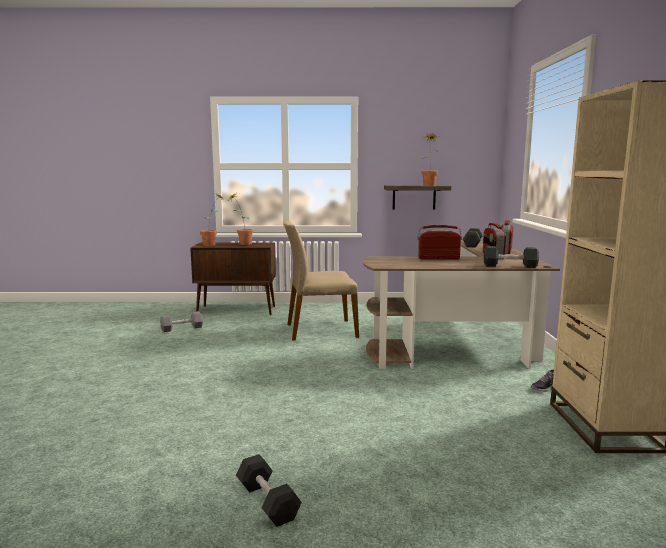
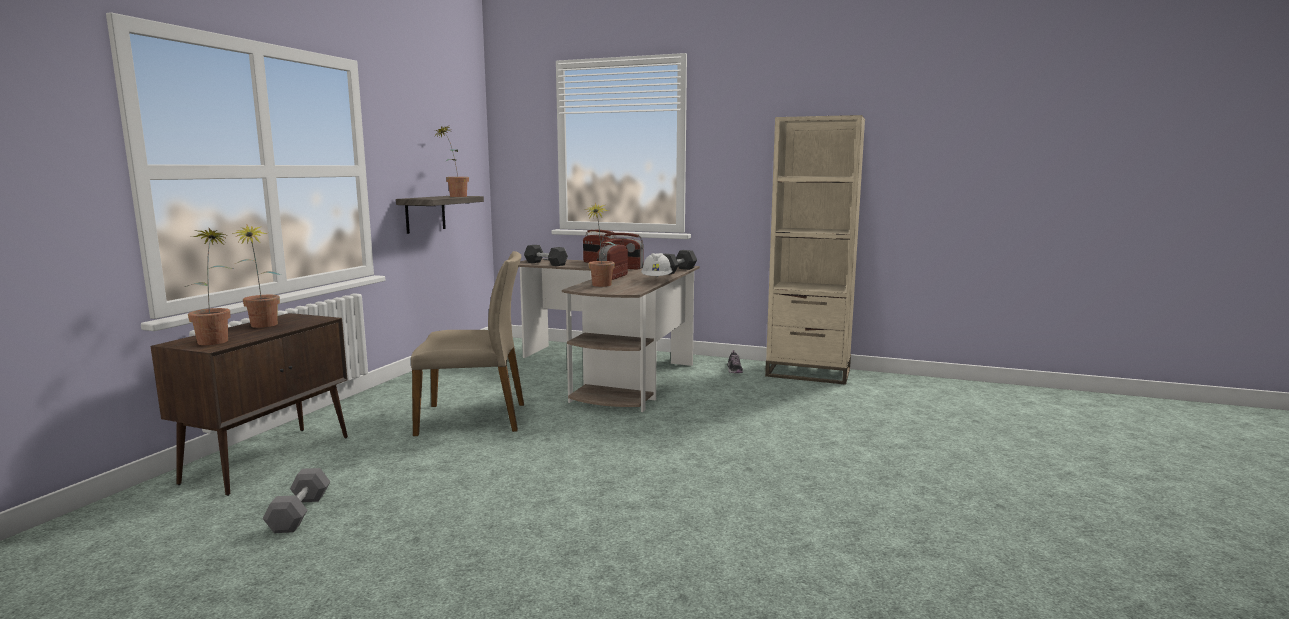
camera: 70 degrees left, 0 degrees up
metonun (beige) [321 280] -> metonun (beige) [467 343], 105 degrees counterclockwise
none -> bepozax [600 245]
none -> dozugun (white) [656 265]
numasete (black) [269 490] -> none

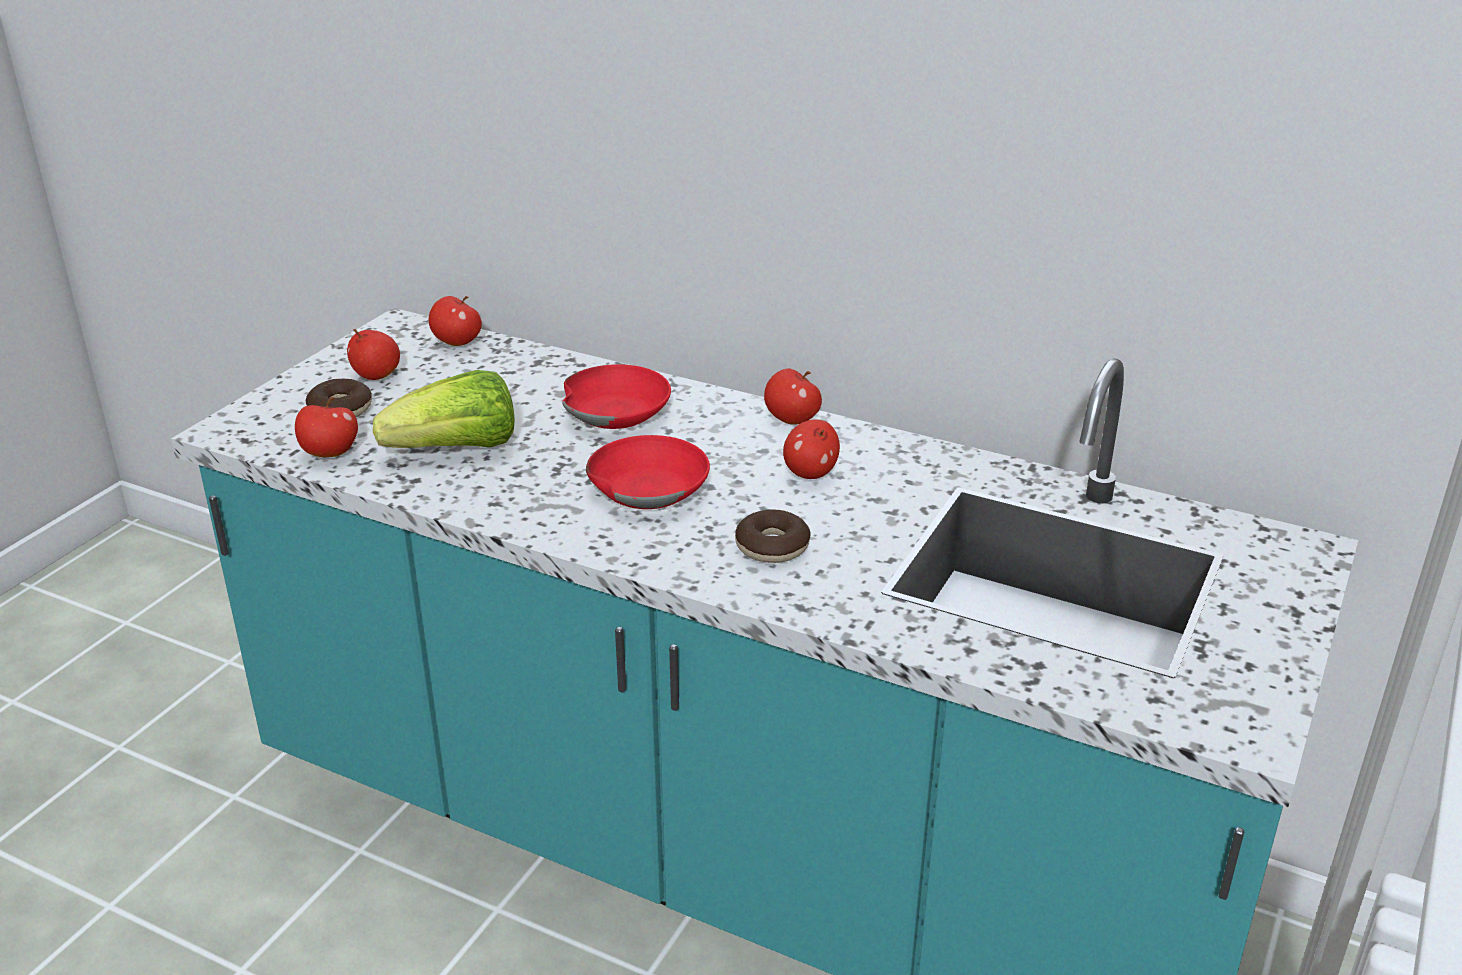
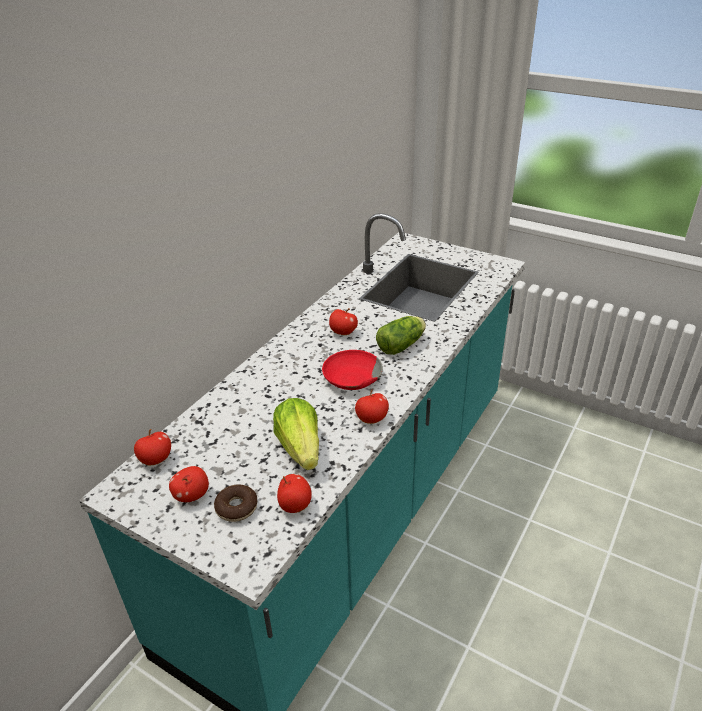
camera: 85 degrees left, 5 degrees up
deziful [793 397] -> deziful [372 407], relocated
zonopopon [773 536] -> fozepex [401 335]
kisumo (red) [616 396] -> none

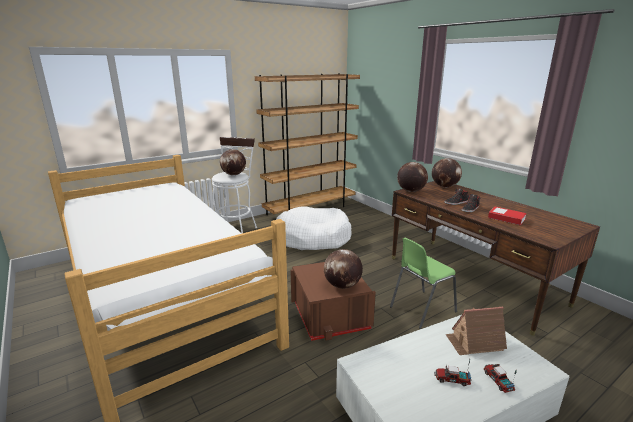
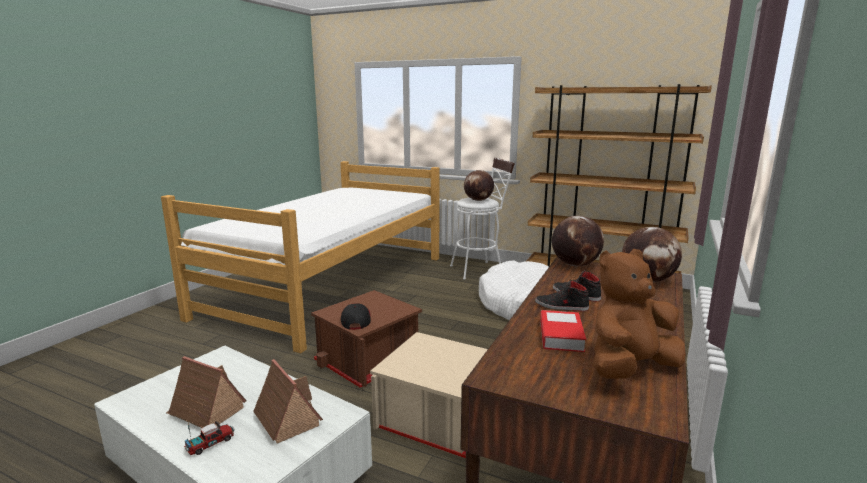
camera: 60 degrees right, 5 degrees down
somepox [452 373] -> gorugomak [206 392]
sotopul [343 269] -> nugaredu [356 316]
metonun (green) [423 283] -> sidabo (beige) [429 395]
none -> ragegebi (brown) [640 314]

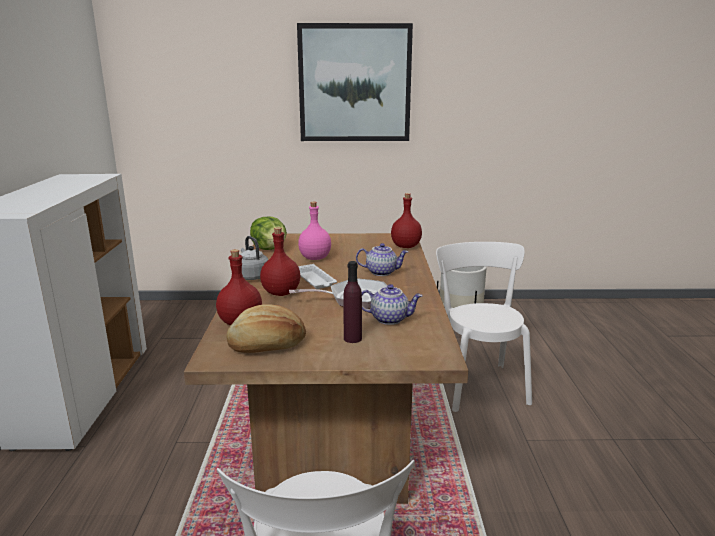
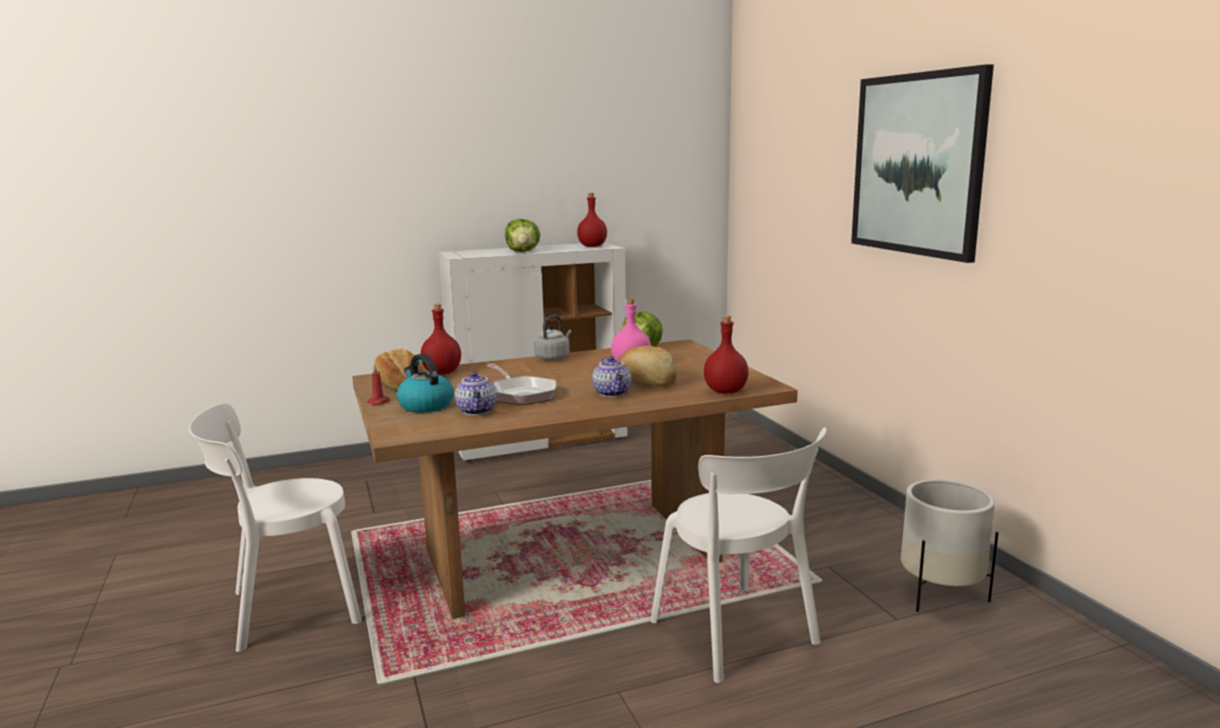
camera: 70 degrees right, 5 degrees down
none -> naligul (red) [379 385]
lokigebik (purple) [352 302] -> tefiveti [425 383]
none -> fozepex [522 235]
lokigebik (red) [280 261] -> lokigebik (red) [592 220], relocated
none -> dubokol [647 366]
metonun (white) [484 327] -> metonun (white) [739 555], 90 degrees clockwise
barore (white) [317 276] -> none

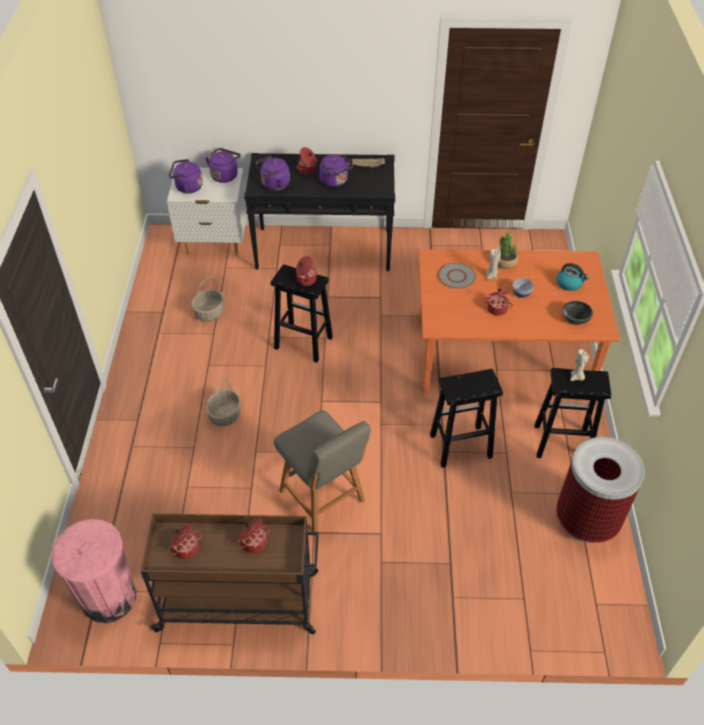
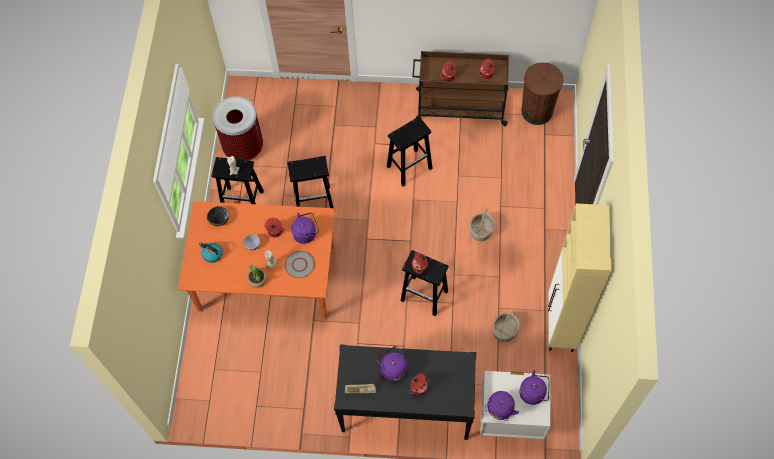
camera: 175 degrees left, 15 degrees up
tefiveti (purple) [273 173] -> tefiveti (purple) [305 228], relocated
metonun (grey) [322 471] -> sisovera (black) [410 152]
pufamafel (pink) [93 571] -> pufamafel (brown) [542 93]
none -> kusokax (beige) [579 278]

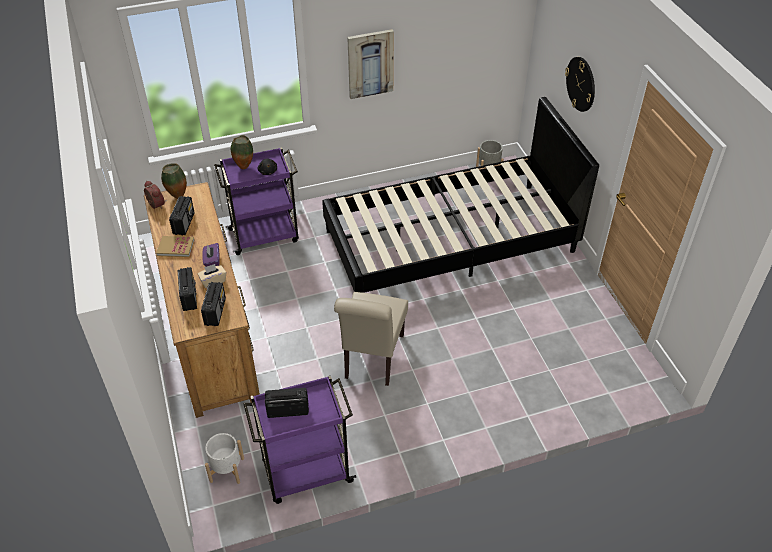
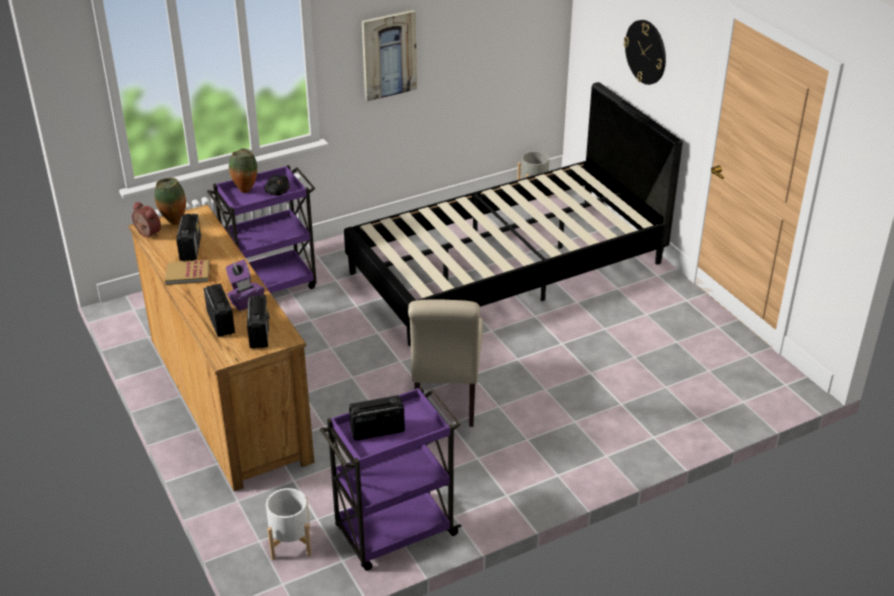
camera: 10 degrees left, 10 degrees down
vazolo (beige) [211 276] -> vazolo (purple) [246 295]

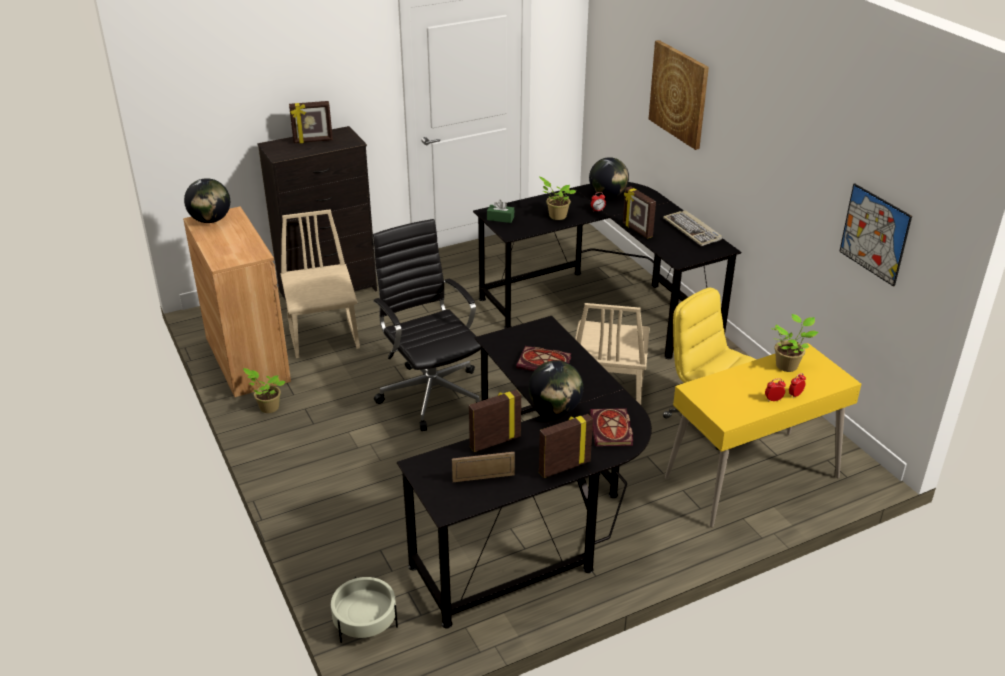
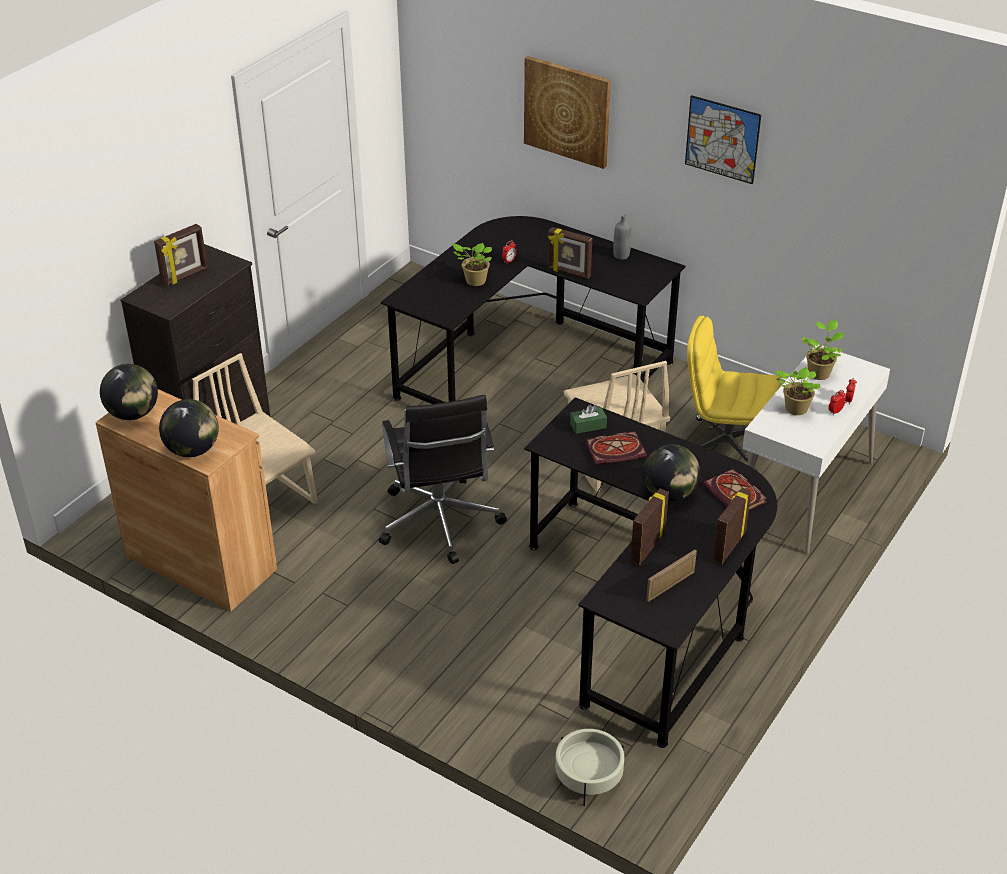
camera: 30 degrees left, 5 degrees up
sotopul [609 177] -> sotopul [189 428], relocated
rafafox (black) [426 325] -> rafafox (black) [443 479], 135 degrees counterclockwise
vazolo (green) [500 211] -> vazolo (green) [588 419], relocated
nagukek [692 228] -> lokigebik (grey) [622 237]
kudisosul [875 235] -> kudisosul [723 139], relocated
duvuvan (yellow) [763 435] -> duvuvan (white) [816 449]
bepozax [264 390] -> bepozax [798 391], relocated

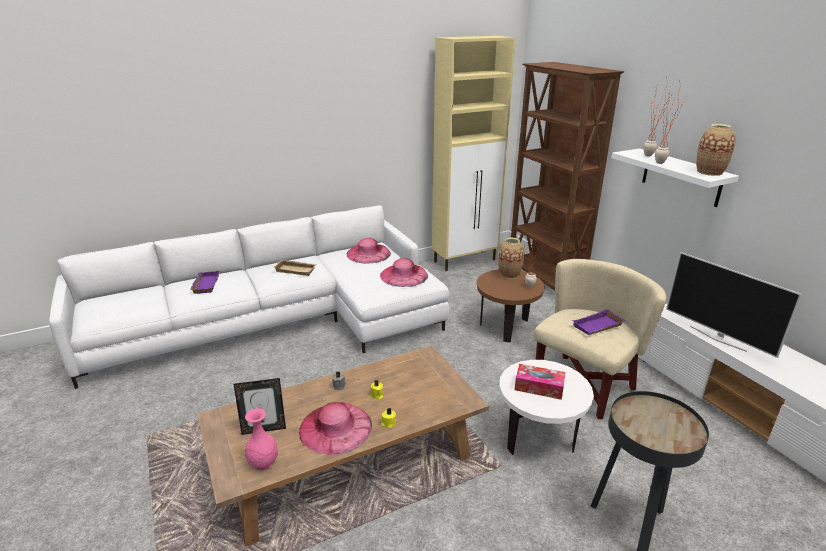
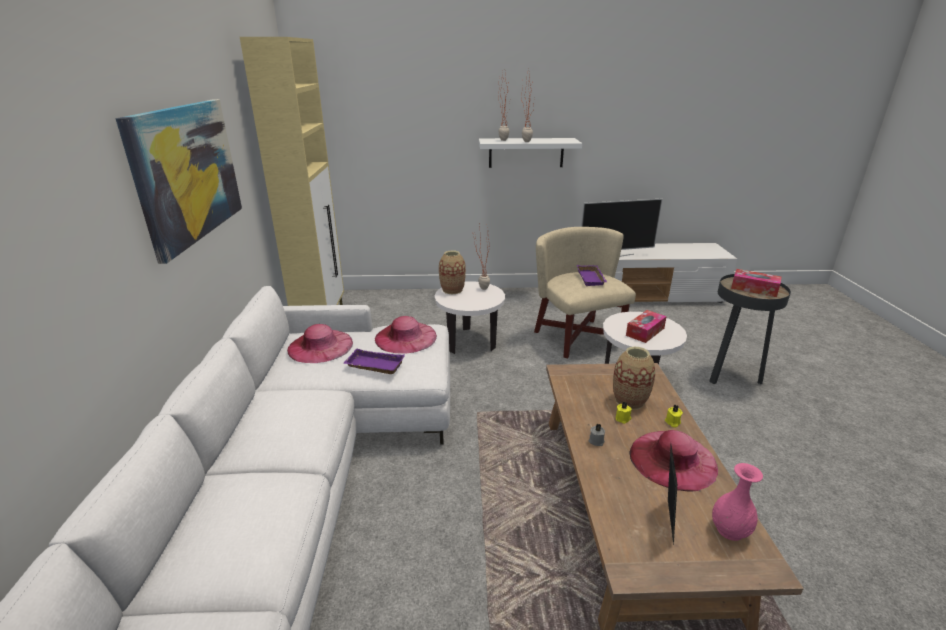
camera: 65 degrees left, 0 degrees up
none -> kudisosul [179 181]
barore (purple) [204 282] -> barore (purple) [374 361], relocated
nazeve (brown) [511 305] -> nazeve (white) [469 317]
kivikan [716 150] -> kivikan [634 378], relocated
none -> vazolo [756 283]
barore (beige) [295 268] -> none
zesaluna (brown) [567 176] -> none

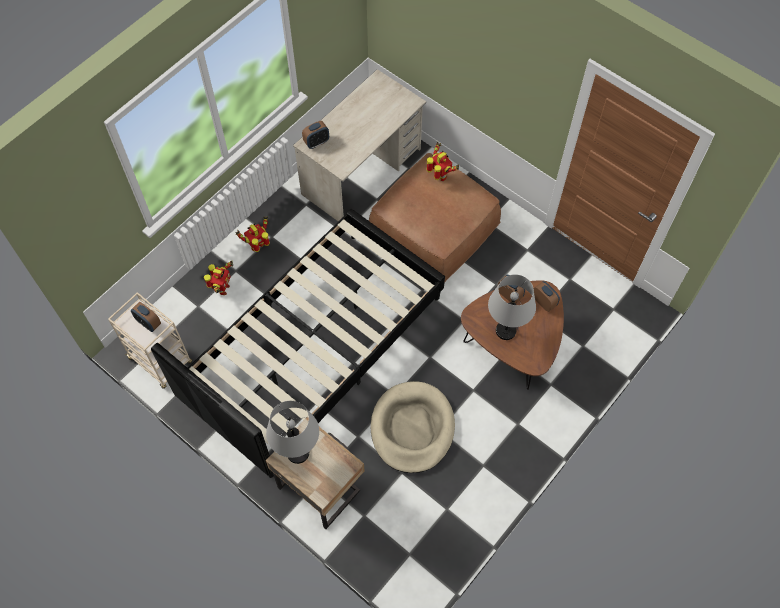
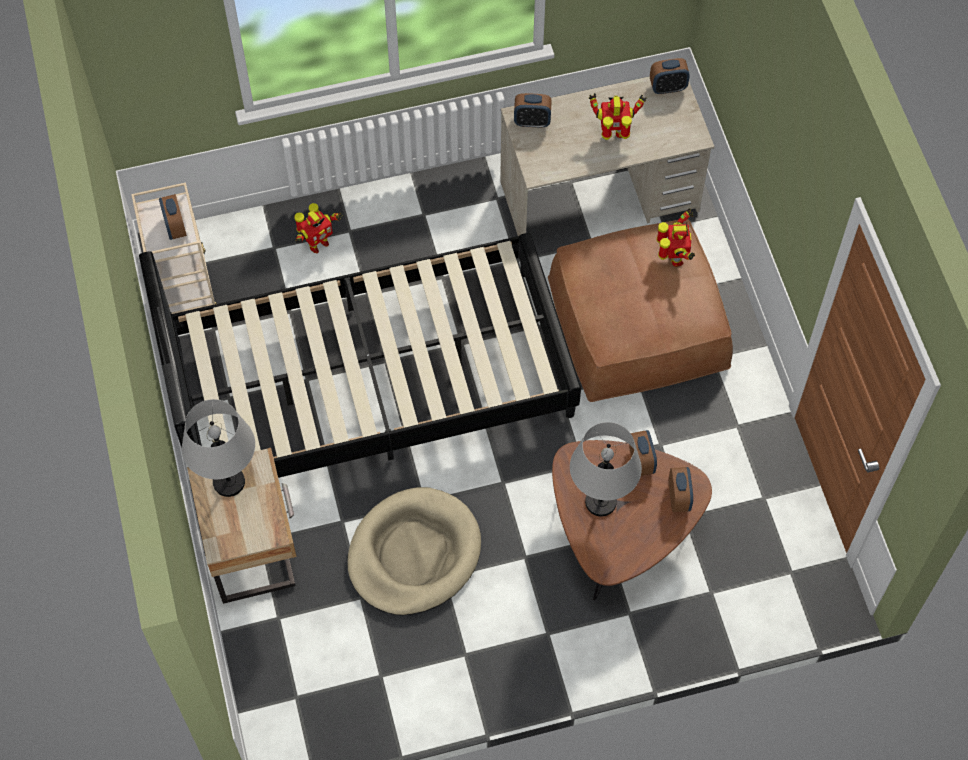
camera: 35 degrees right, 0 degrees up
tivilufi [253 234] -> tivilufi [618 116], relocated
none -> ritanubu [670 76]

